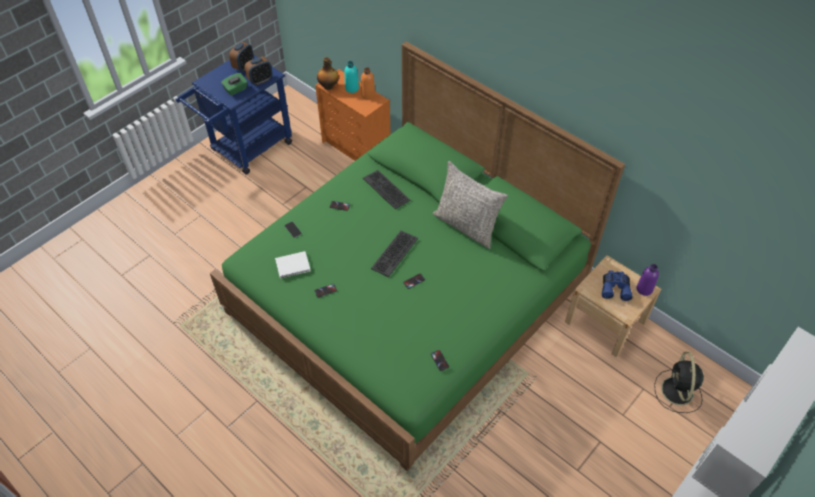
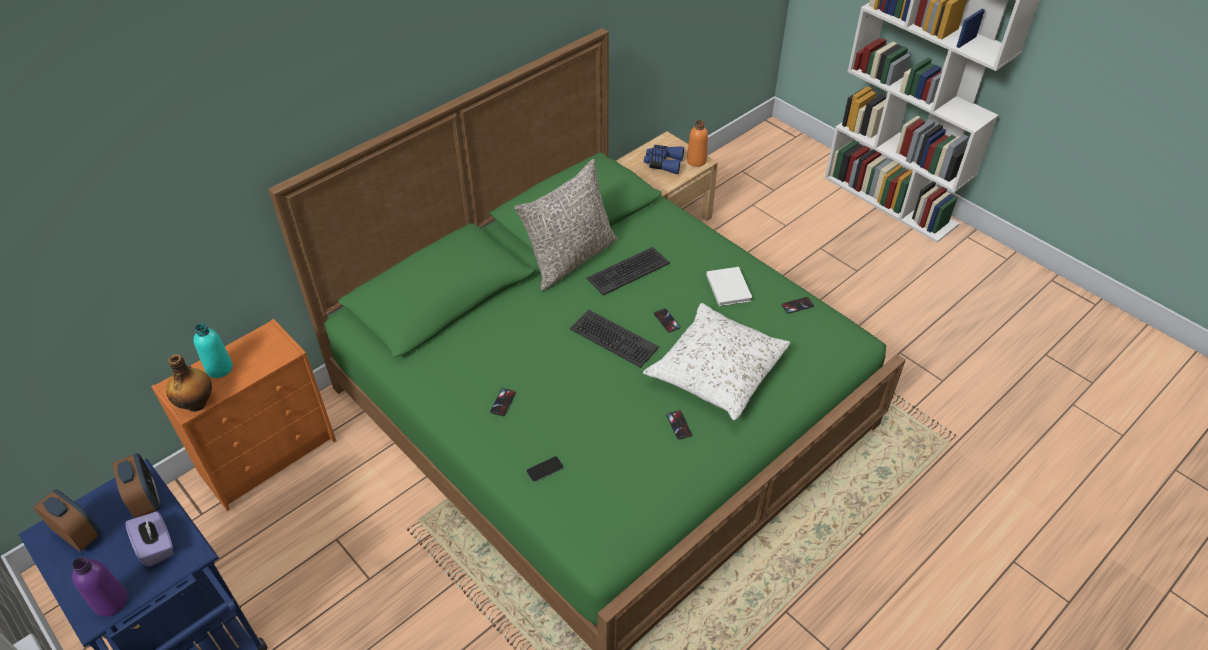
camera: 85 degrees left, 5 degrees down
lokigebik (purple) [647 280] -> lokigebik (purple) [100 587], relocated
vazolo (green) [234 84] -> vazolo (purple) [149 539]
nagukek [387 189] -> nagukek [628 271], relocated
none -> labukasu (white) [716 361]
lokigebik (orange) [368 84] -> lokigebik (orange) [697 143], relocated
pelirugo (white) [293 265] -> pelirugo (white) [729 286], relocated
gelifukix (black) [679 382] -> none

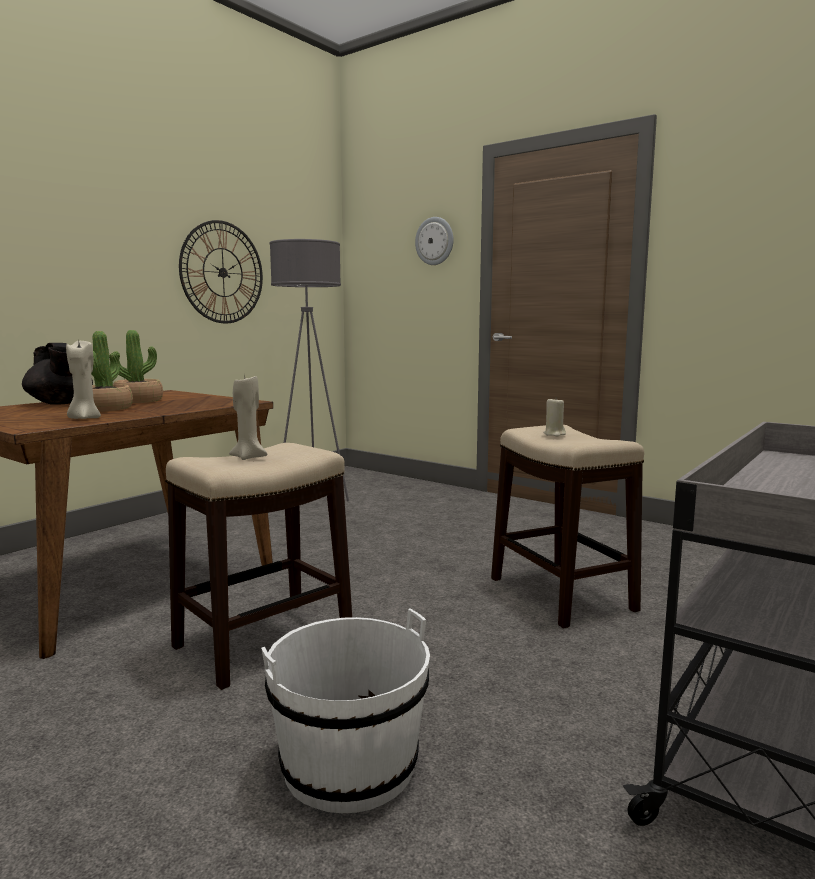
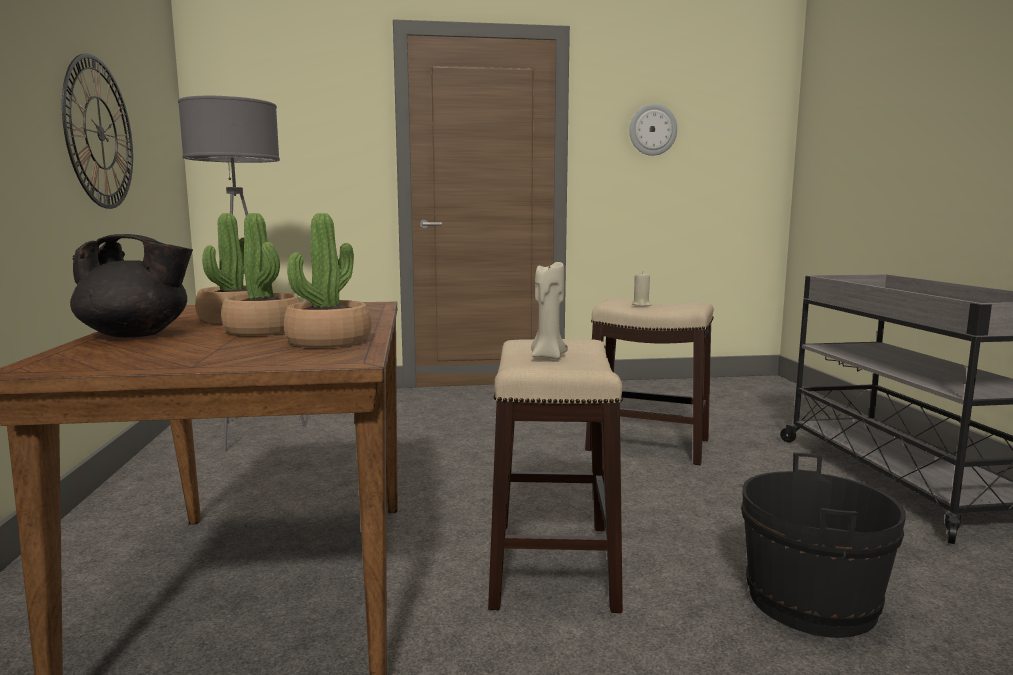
camera: 45 degrees left, 0 degrees up
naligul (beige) [83 378] -> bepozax [327 280]
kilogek [434 241] -> kilogek [653 130], relocated
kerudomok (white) [345 711] -> kerudomok (black) [823 545]

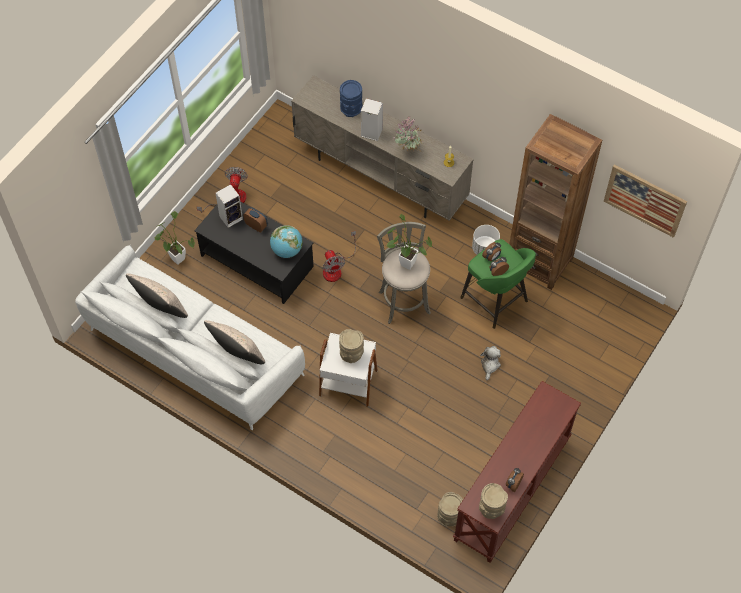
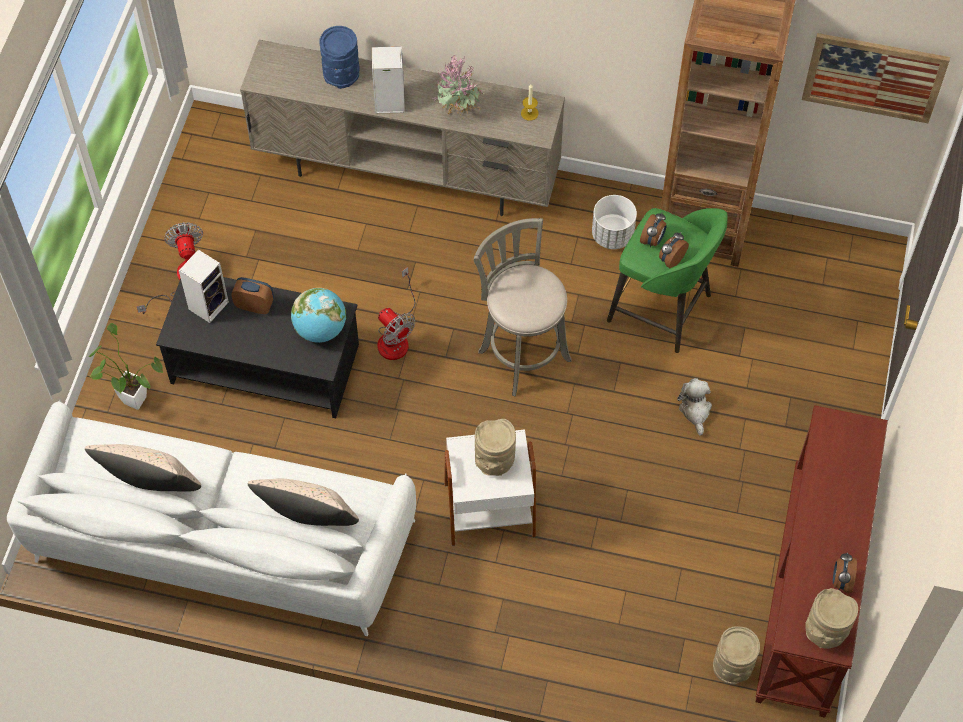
camera: 20 degrees left, 0 degrees up
bepozax [409 242] -> none

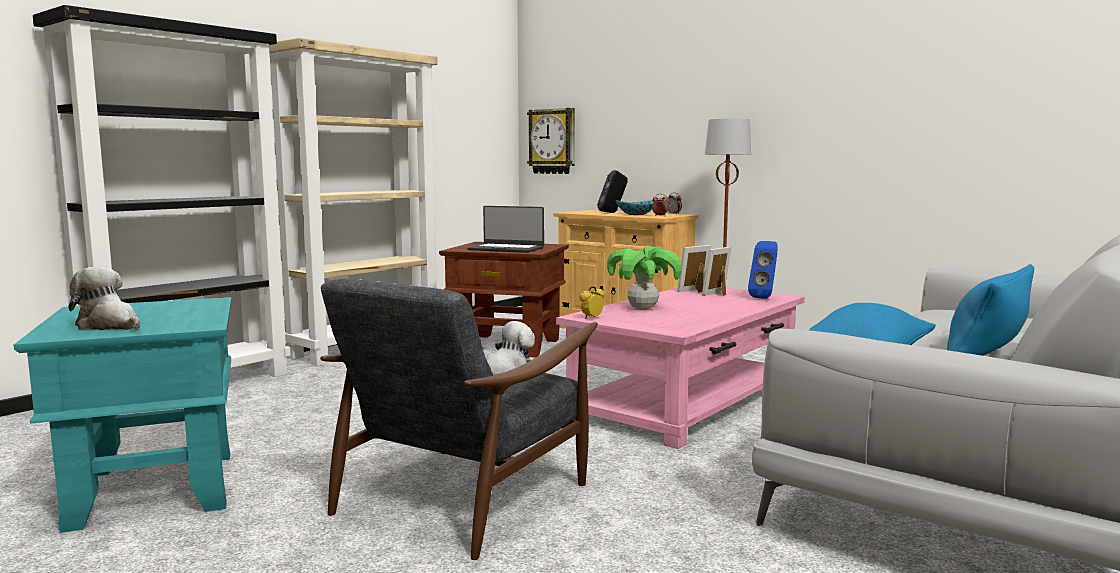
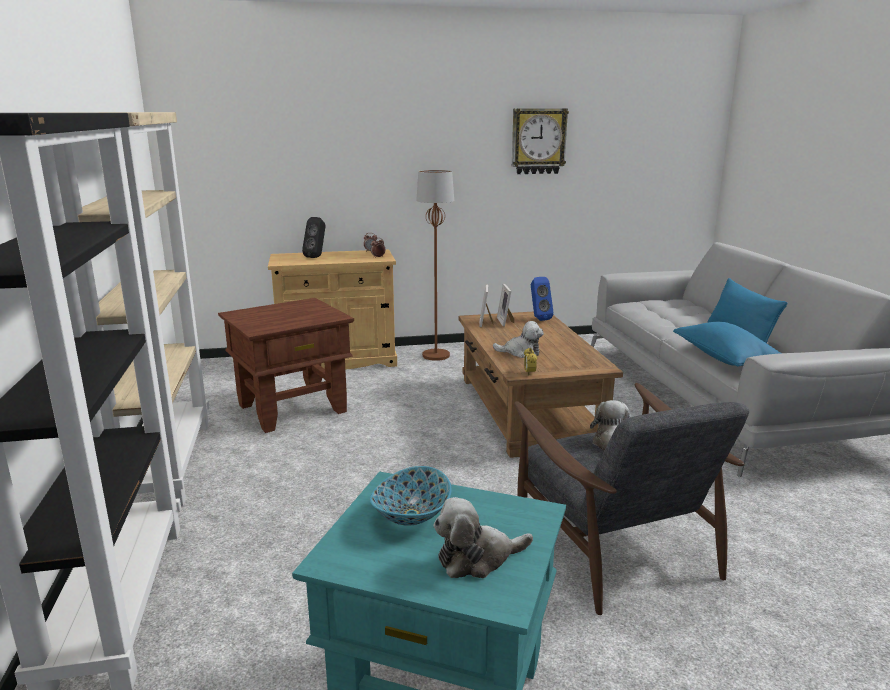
camera: 50 degrees left, 10 degrees up
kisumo [635 207] -> kisumo [410 496], relocated
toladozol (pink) [680 368] -> toladozol (brown) [541 385]
bepozax [644 277] -> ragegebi [518 339]
kilogek [551 141] -> kilogek [540 141], relocated
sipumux [505 229] -> none

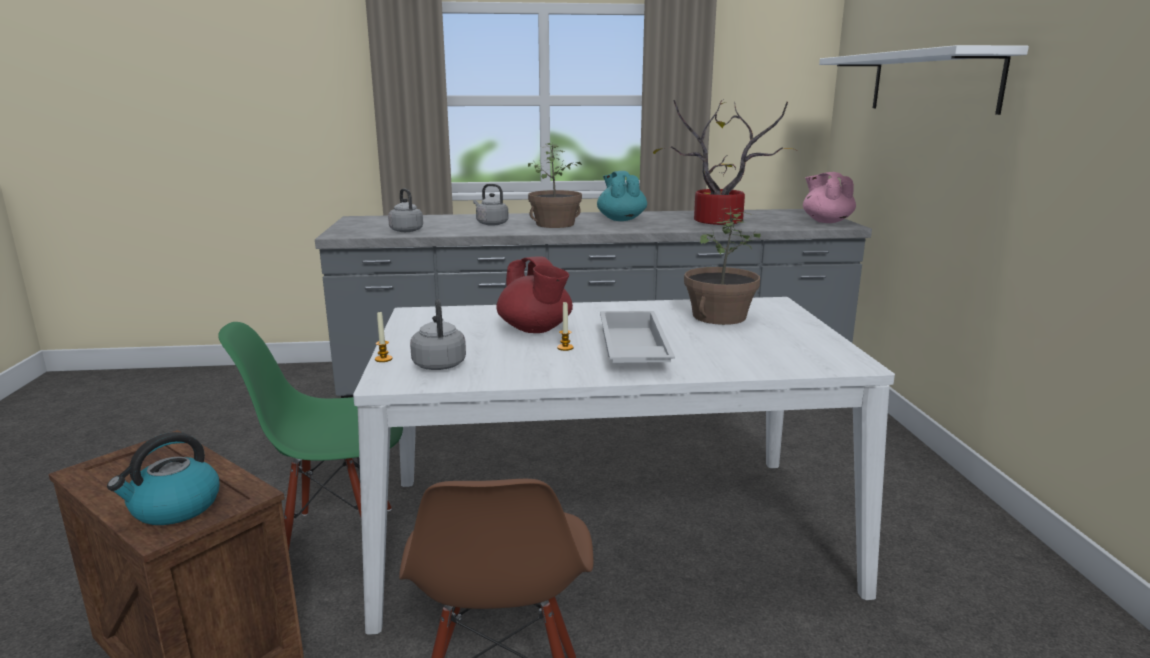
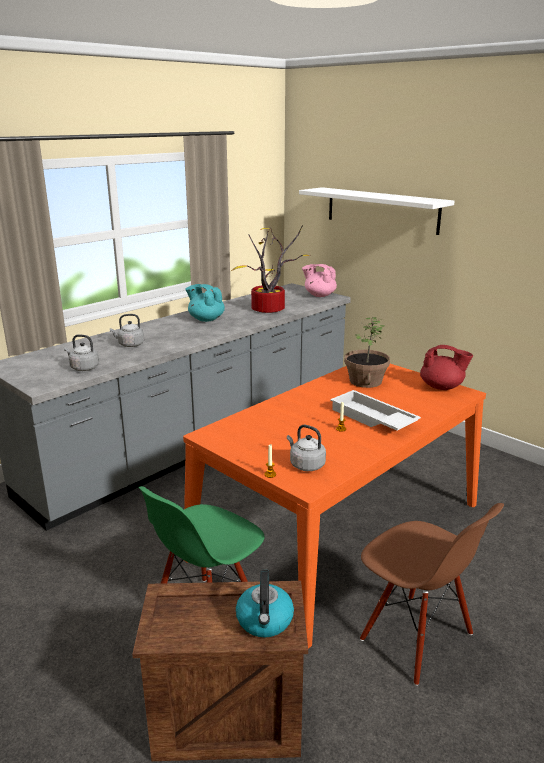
camera: 40 degrees left, 5 degrees up
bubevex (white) [624 466] -> bubevex (orange) [334 506]
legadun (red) [534 294] -> legadun (red) [446 367], relocated
bepozax [555 185] -> none

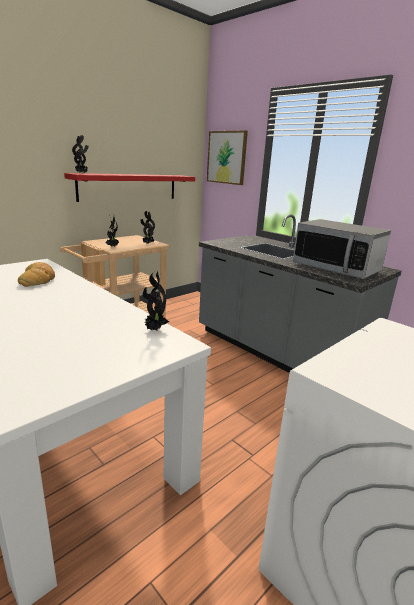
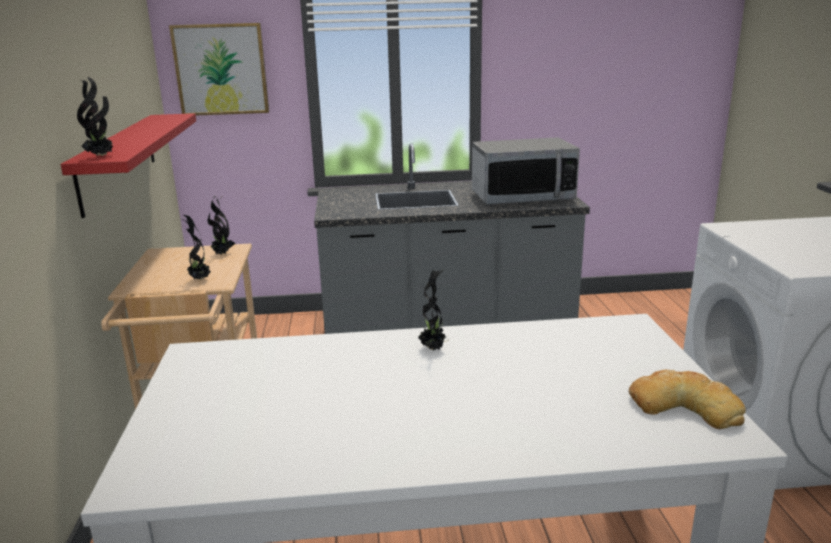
camera: 50 degrees left, 0 degrees up
bepozax [156 301] -> bepozax [433 310], relocated
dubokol [36 274] -> dubokol [687 399], relocated

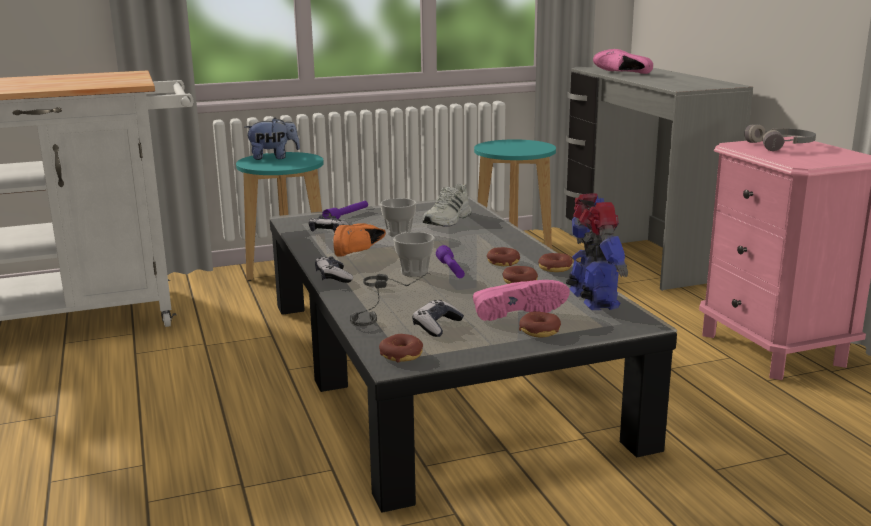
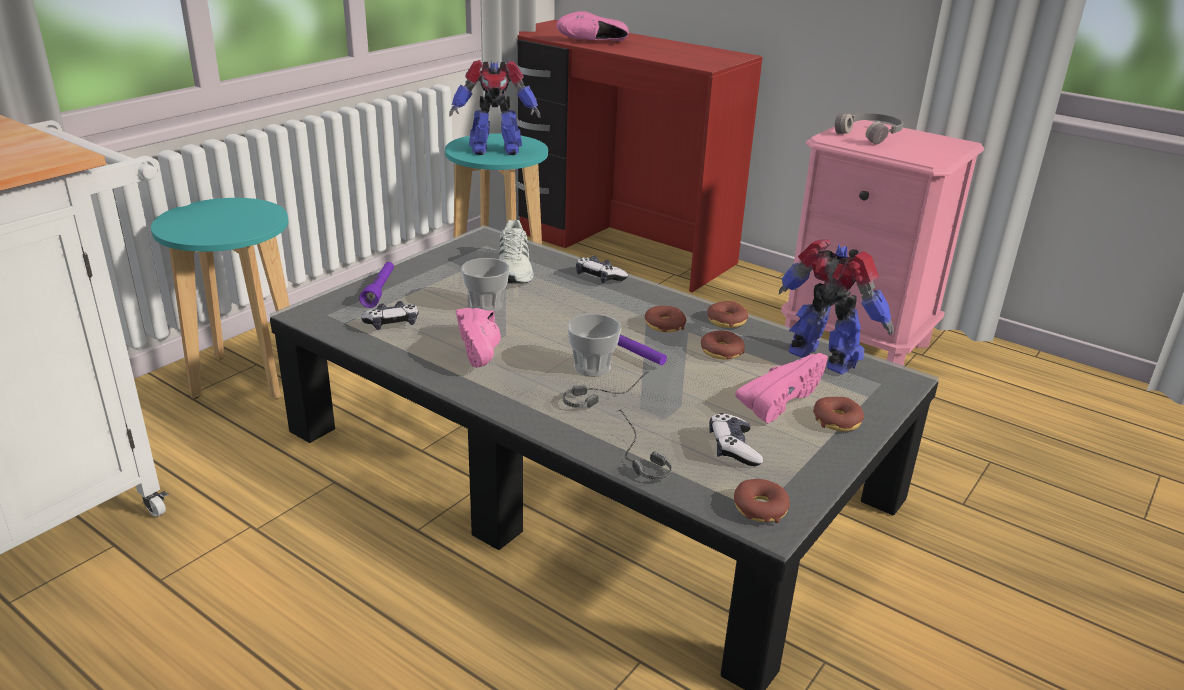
camera: 35 degrees left, 10 degrees up
none -> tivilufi [495 107]
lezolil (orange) [359 240] -> lezolil (pink) [478 338]
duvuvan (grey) [656 177] -> duvuvan (red) [639 156]
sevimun [334 269] -> sevimun [602 269], relocated
ragegebi [272 139] -> none

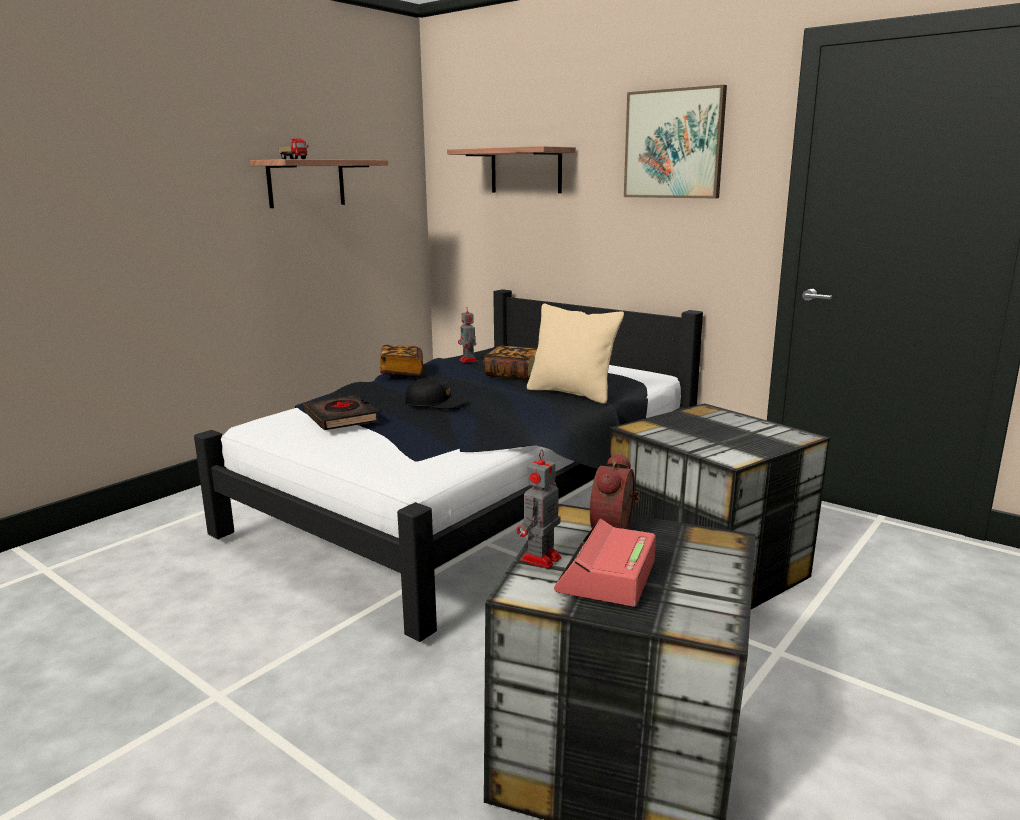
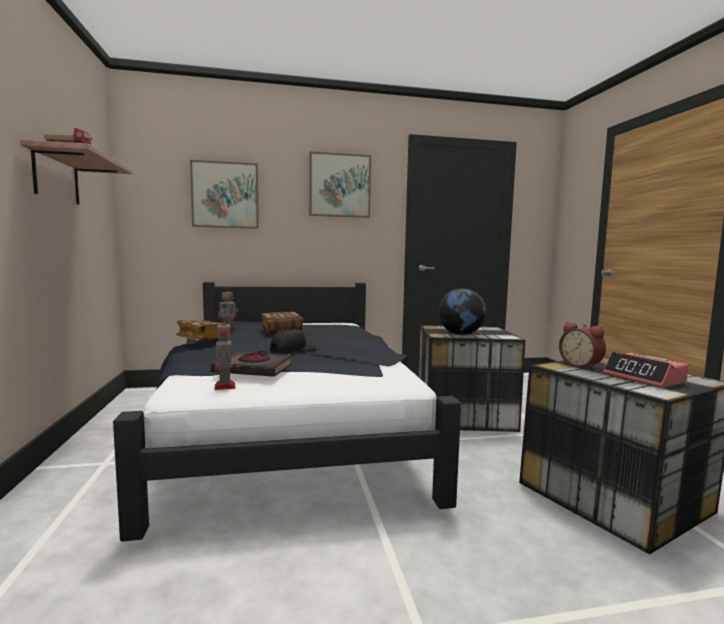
camera: 50 degrees left, 10 degrees down
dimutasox [511 169] -> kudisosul [224 194]
tivilufi [539 509] -> tivilufi [225 353], relocated
none -> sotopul [462 311]
labukasu (beige) [575 354] -> none

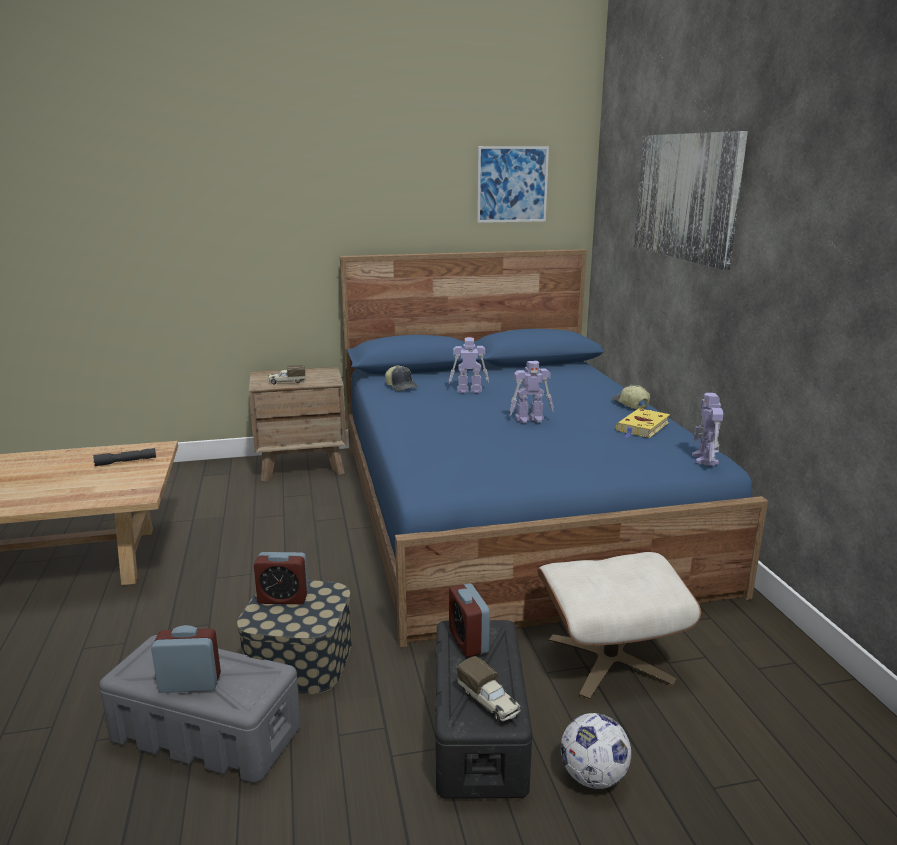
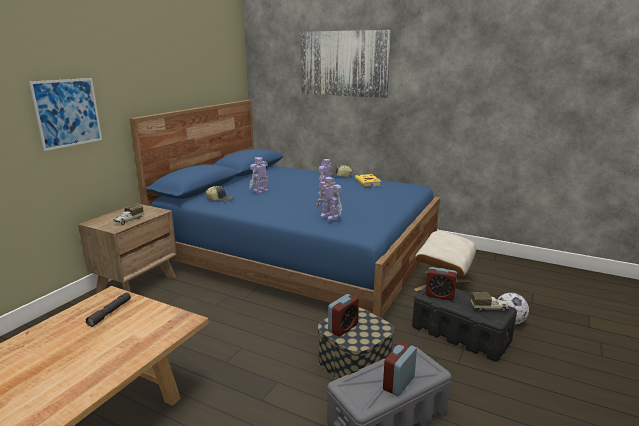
camera: 50 degrees left, 0 degrees up
kudisosul [513 184] -> kudisosul [65 114], relocated
tivilufi [707 429] -> tivilufi [329 198], relocated

